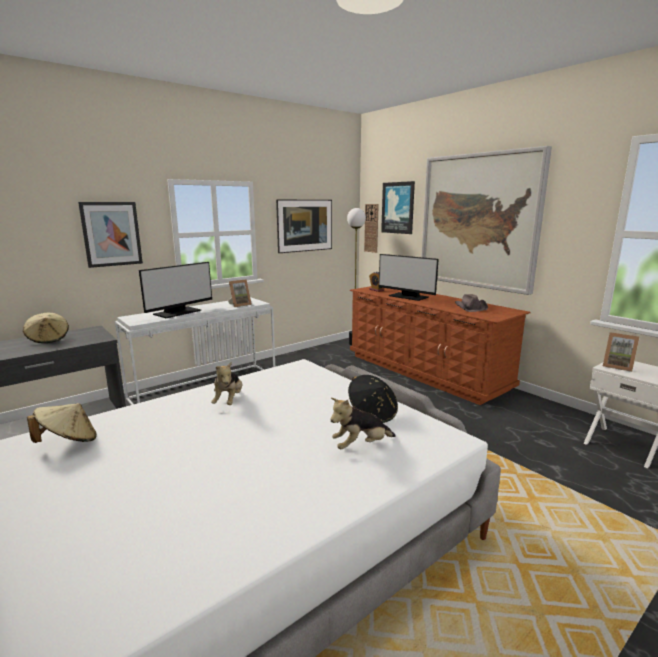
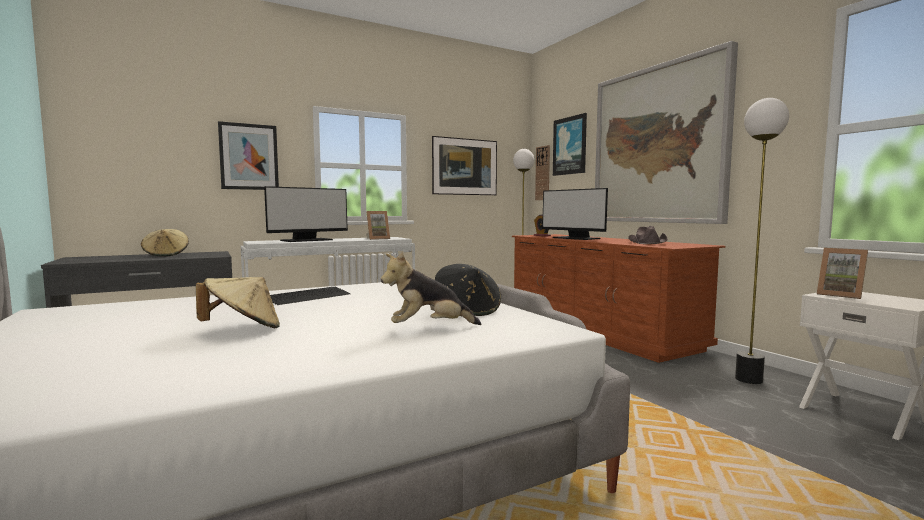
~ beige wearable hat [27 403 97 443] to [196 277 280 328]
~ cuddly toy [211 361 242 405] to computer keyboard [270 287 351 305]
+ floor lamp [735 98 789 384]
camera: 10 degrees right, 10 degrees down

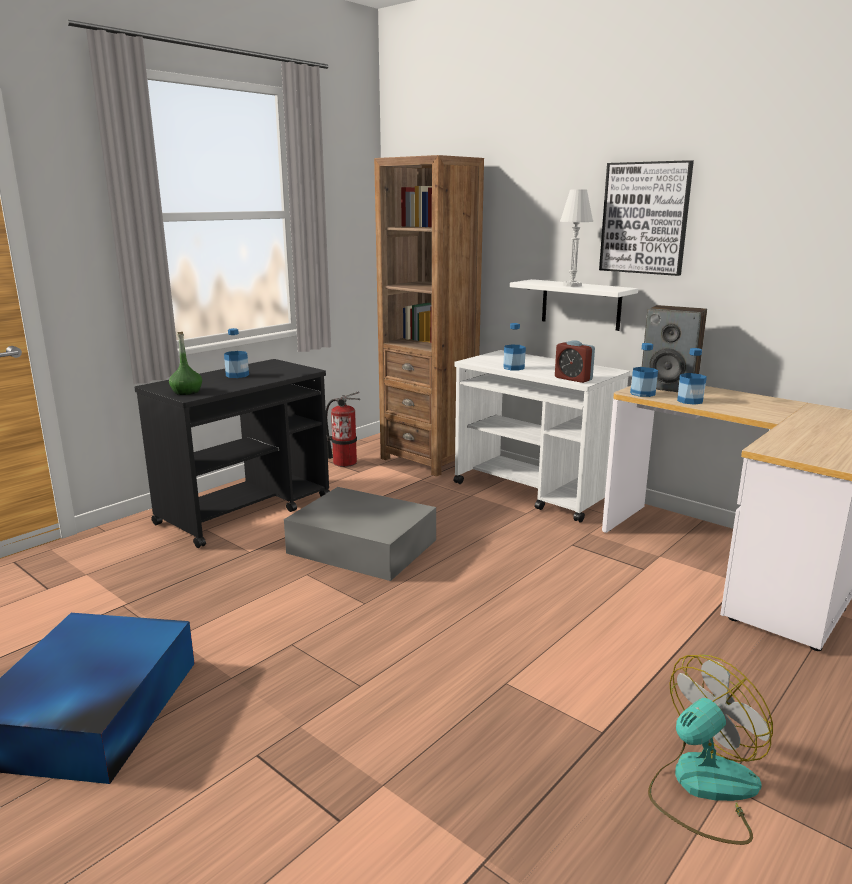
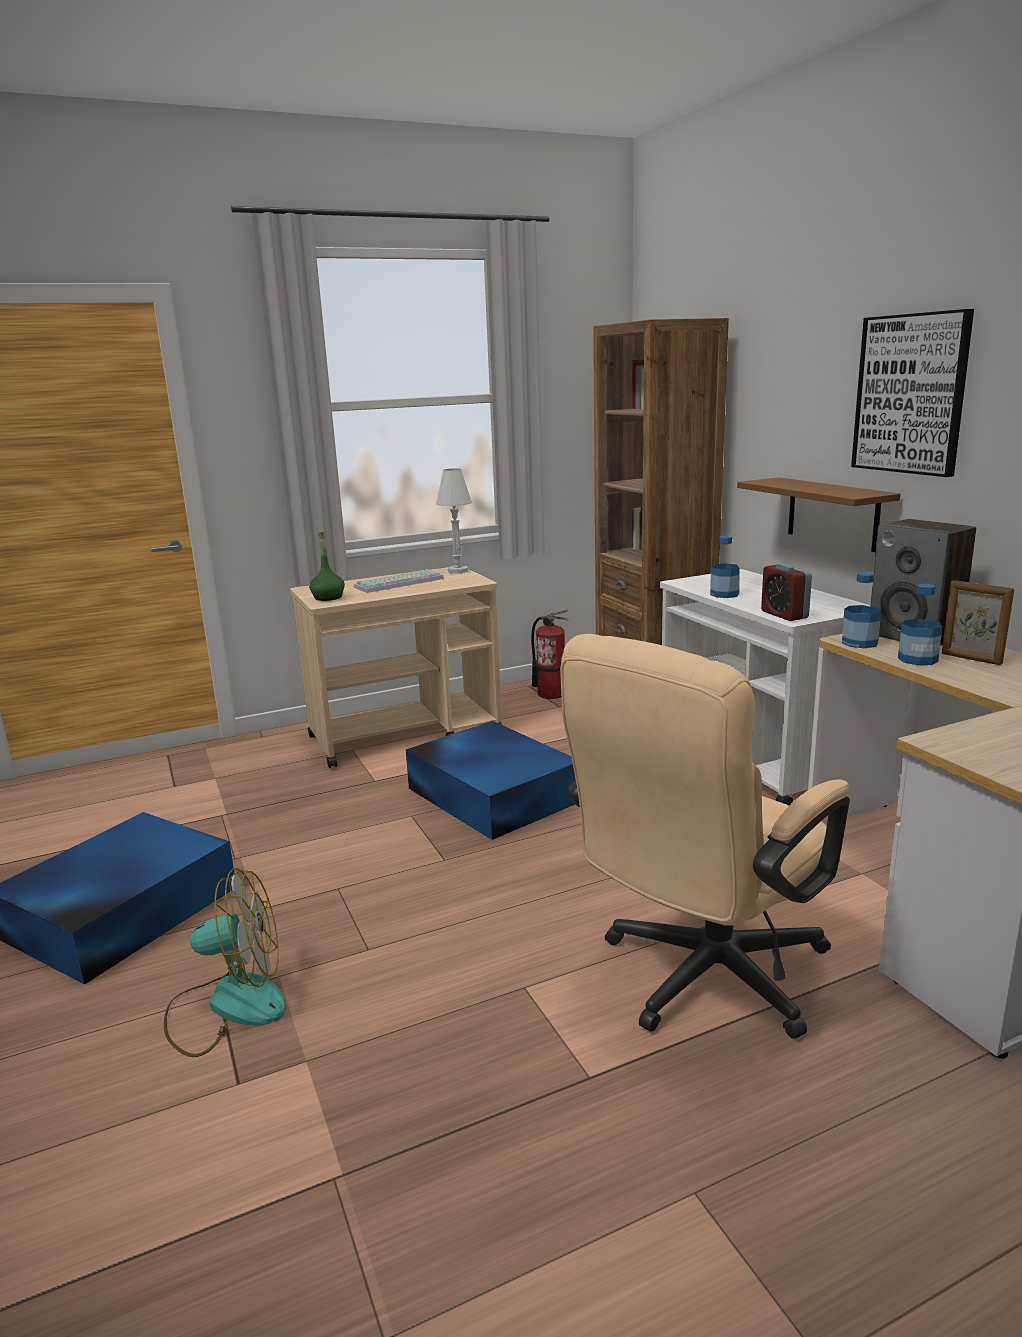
~ black-coloured wheeled cart [134 359 330 548] to beige wheeled cart [290 567 502 768]
~ bottle [224 328 249 378] to computer keyboard [354 569 444 593]
~ grey storage box [284 487 436 581] to bluish storage box [406 721 576 840]
~ whitish bracket shelf [510 279 638 331] to brown bracket shelf [737 477 901 552]
~ whitish lamp for a table [560 190 593 287] to [436 468 472 574]
~ fan [648 655 773 845] to [164 868 286 1057]
+ beige desk chair [560 634 850 1039]
+ picture frame [942 580 1014 665]
camera: 25 degrees right, 0 degrees up

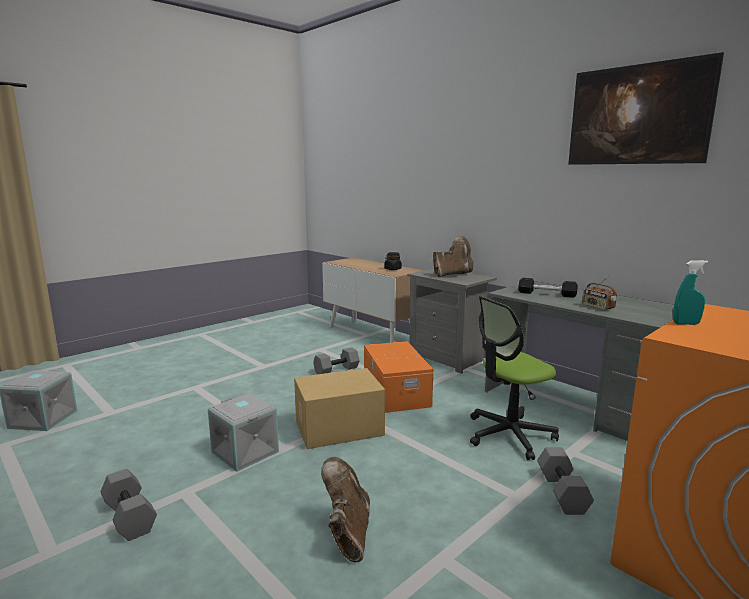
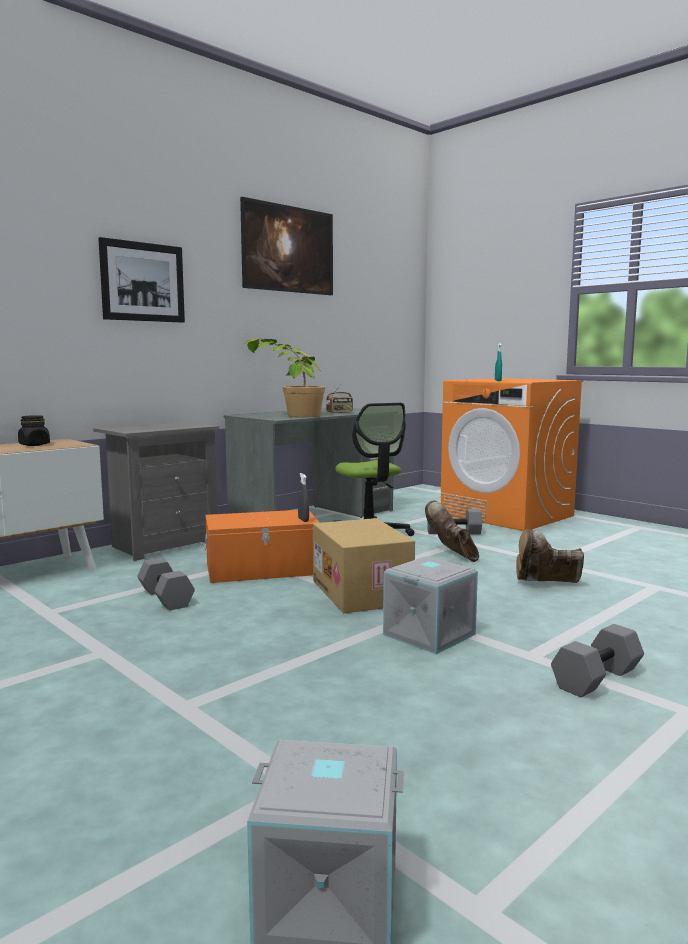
~ brown tall boot [433 236 473 277] to [425 500 479 562]
~ black-coloured hand weight [519 278 578 298] to plant in a pot [245 338 325 417]
+ picture [98 237 185 323]
+ grey sprayer [298 473 309 522]
camera: 90 degrees left, 5 degrees down

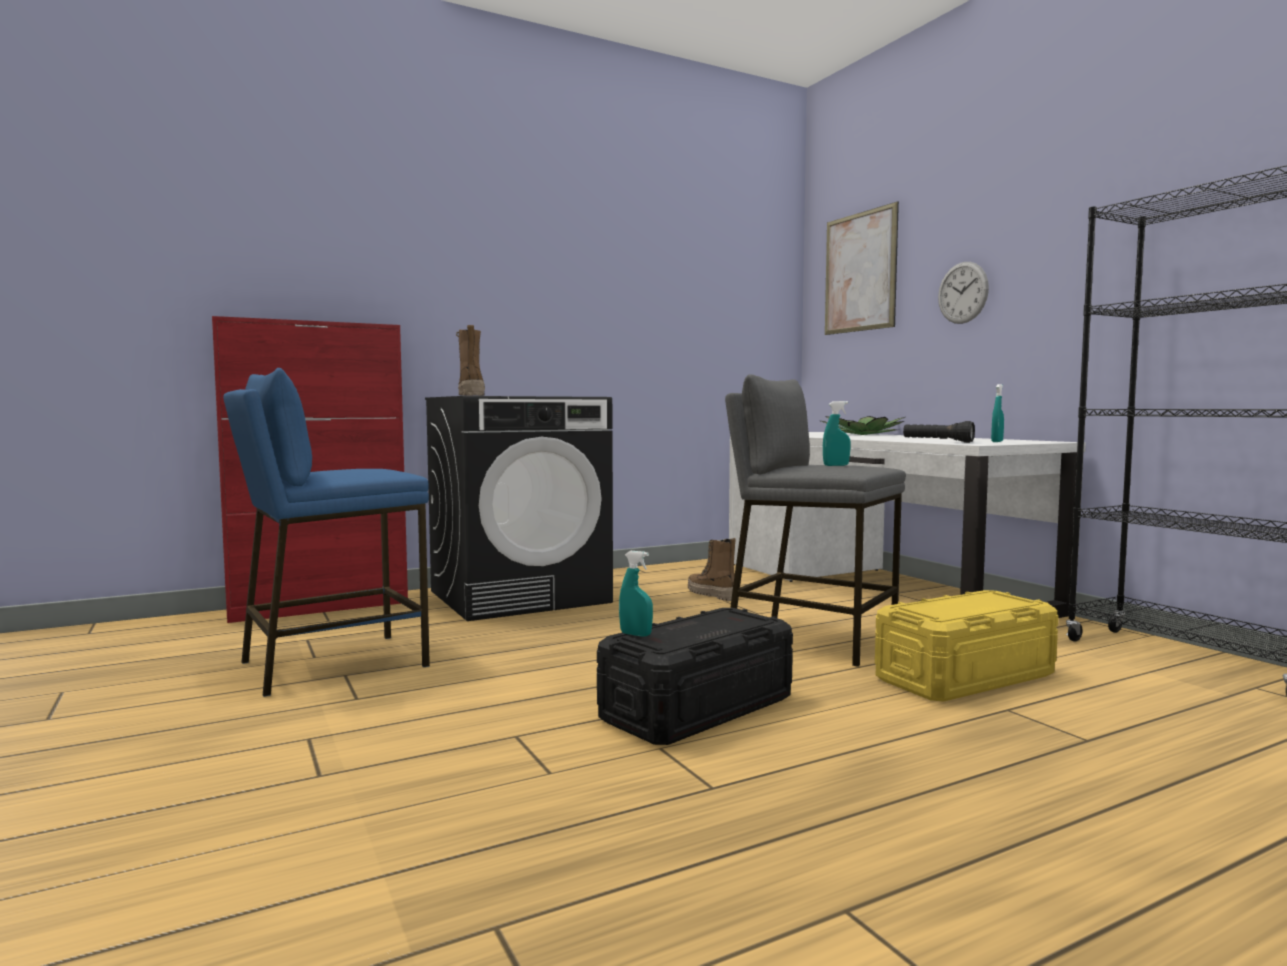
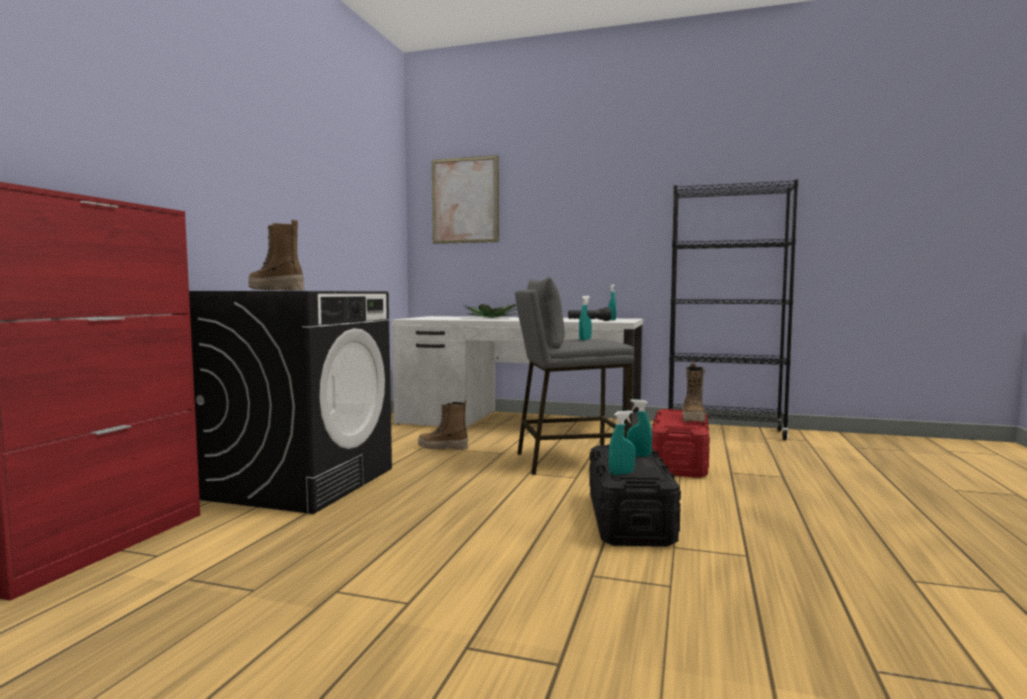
- bluish sitting stool [223 368 430 697]
~ yellow storage box [875 590 1059 702] to reddish storage box [652 409 710 478]
- wall clock [938 262 989 324]
+ blue-green sprayer [626 399 652 457]
+ tall boot [682 363 706 422]
camera: 45 degrees left, 0 degrees up

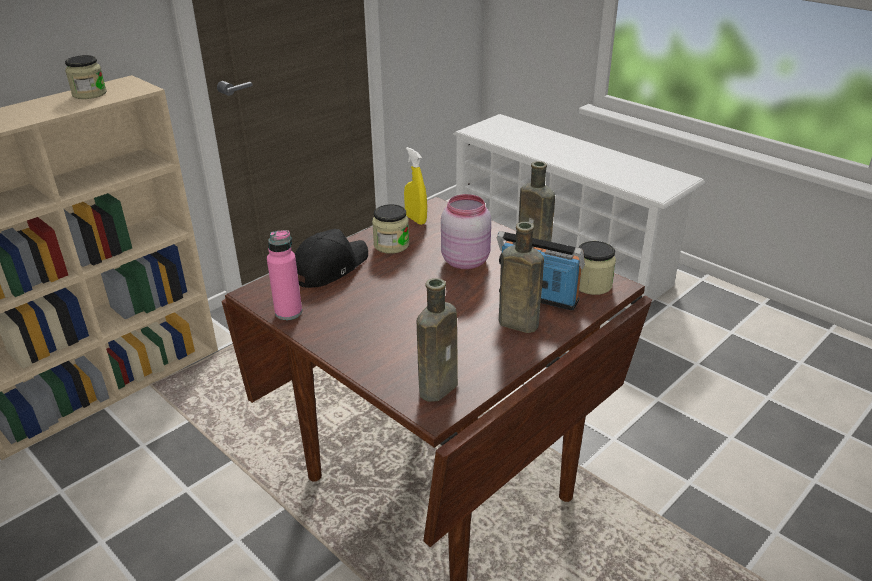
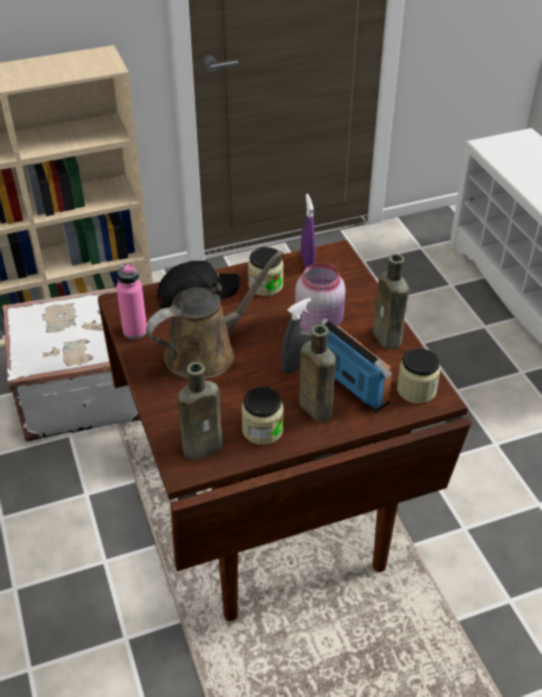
~ jar [65 55 107 99] to [242 387 284 445]
~ yellow sprayer [404 147 427 225] to purple-coloured sprayer [301 194 316 269]
+ whitish travel case [2 287 141 442]
+ brown sprinkling can [146 251 284 378]
+ grey sprayer [281 298 312 374]
camera: 25 degrees right, 10 degrees up

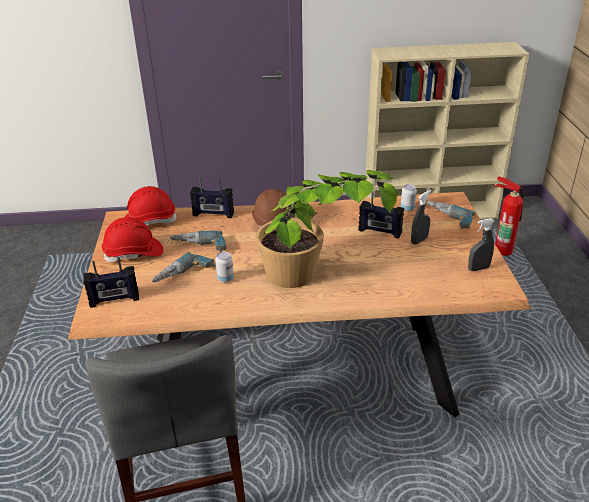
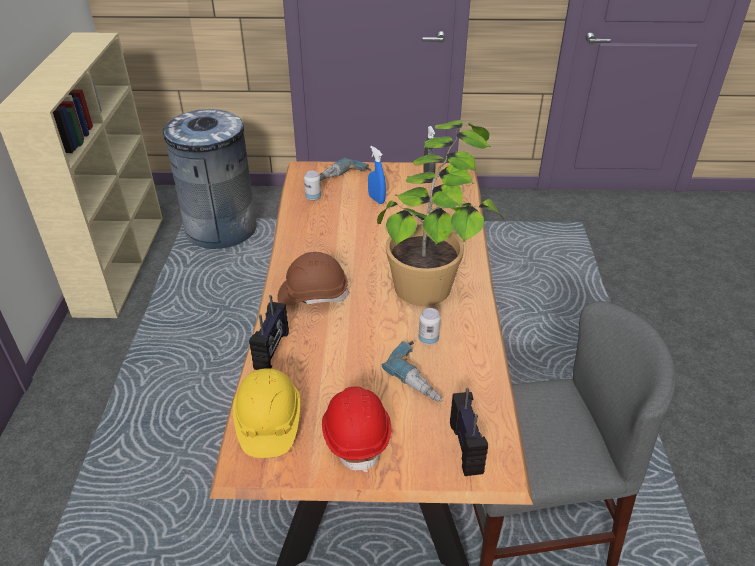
~ reddish safety helmet [125 186 178 226] to yellow safety helmet [233 368 300 458]
- power drill [170 231 227 252]
- radio receiver [358 191 404 239]
~ grey sprayer [411 190 431 245] to bluish sprayer [368 146 386 204]
~ fire extinguisher [495 176 523 256] to grey trash can [159 109 257 249]
camera: 85 degrees left, 5 degrees up

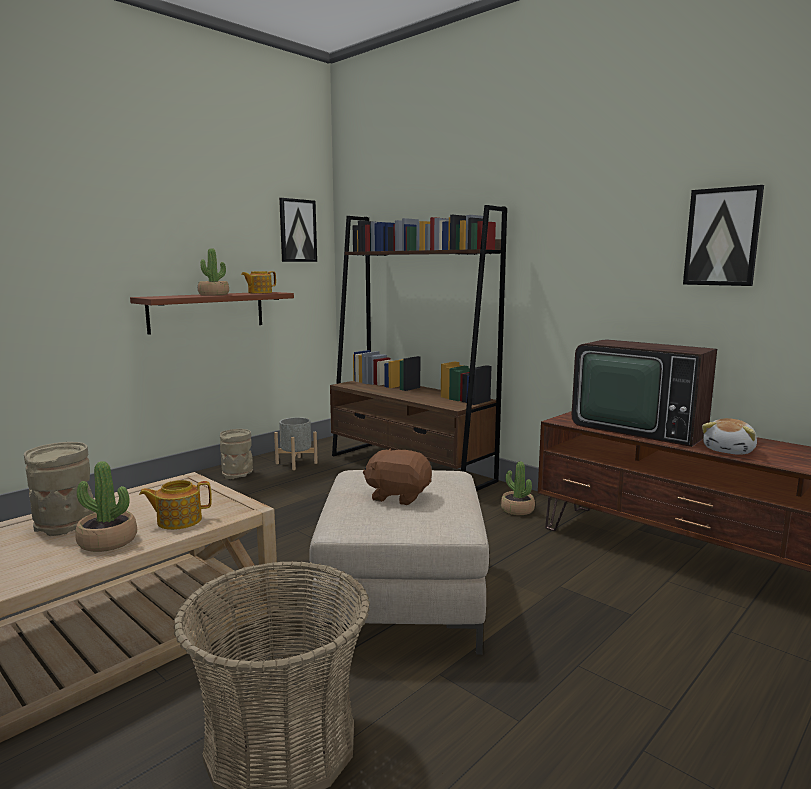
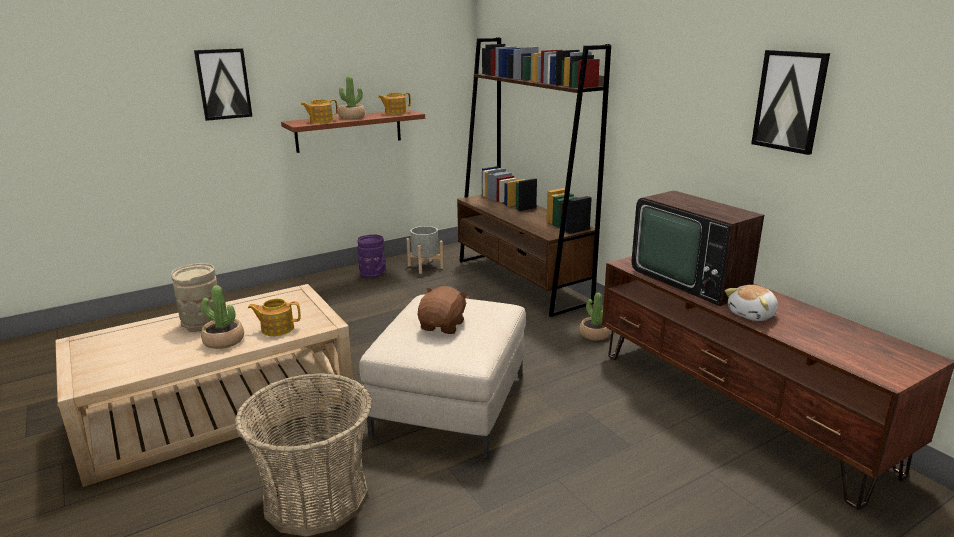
~ beige decorative vase [220 429 253 479] to purple-coloured decorative vase [358 234 386 278]
~ picture [279 198 317 262] to [194 48 253 121]
~ brown cuddly toy [363 448 432 505] = [418 286 468 334] 75 degrees clockwise
+ teapot [301 99 338 123]
camera: 15 degrees right, 10 degrees up

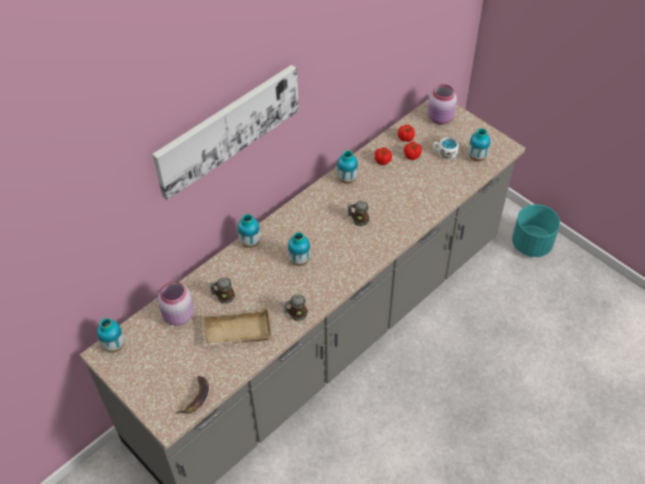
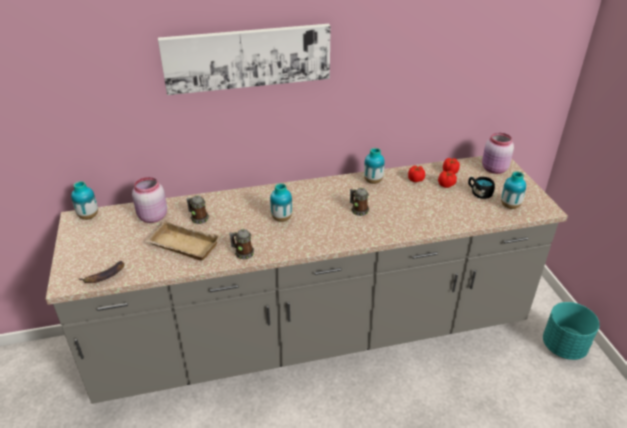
- decorative vase [238 214 260 248]
~ whitish mug [432 137 459 159] to black-coloured mug [468 177 495 199]
camera: 30 degrees right, 15 degrees down

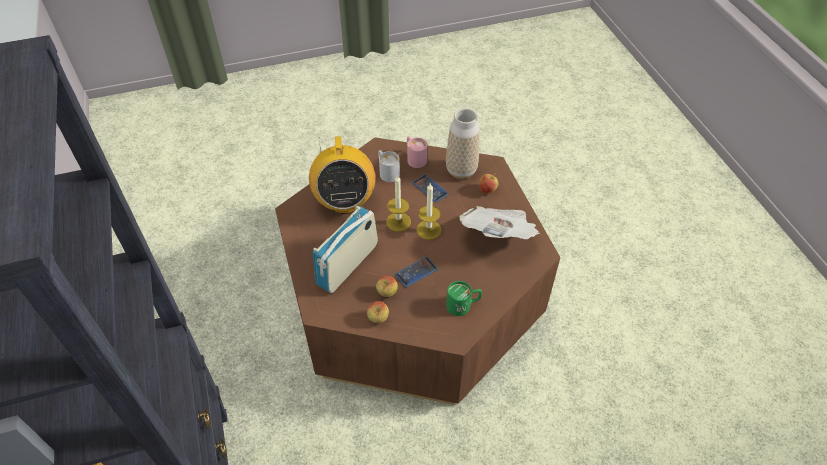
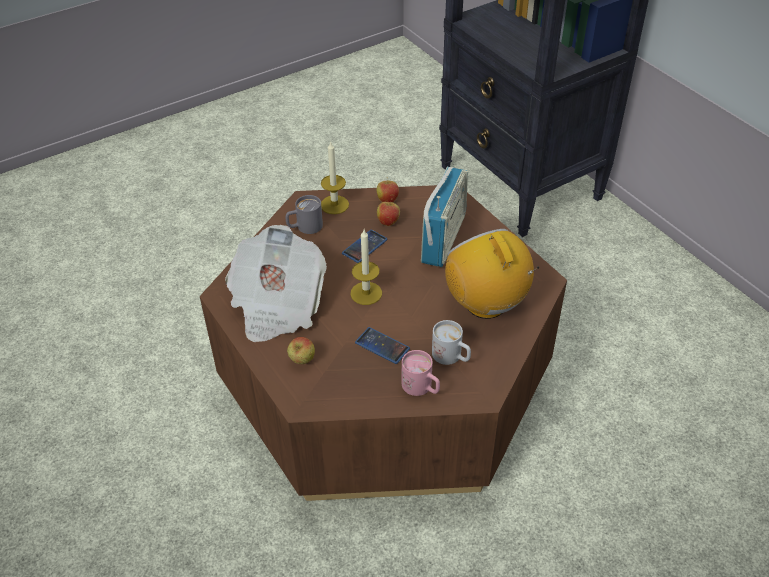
~ wax candle [386 174 411 231] to [321 141 349 214]
- decorative vase [446 108 480 179]
~ green-coloured mug [447 281 482 316] to grey mug [286 195 323 234]
camera: 165 degrees right, 5 degrees down

